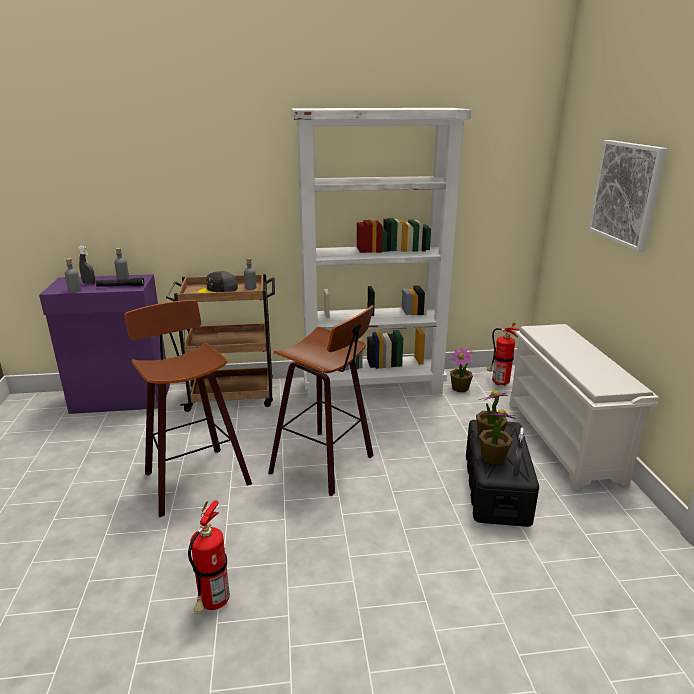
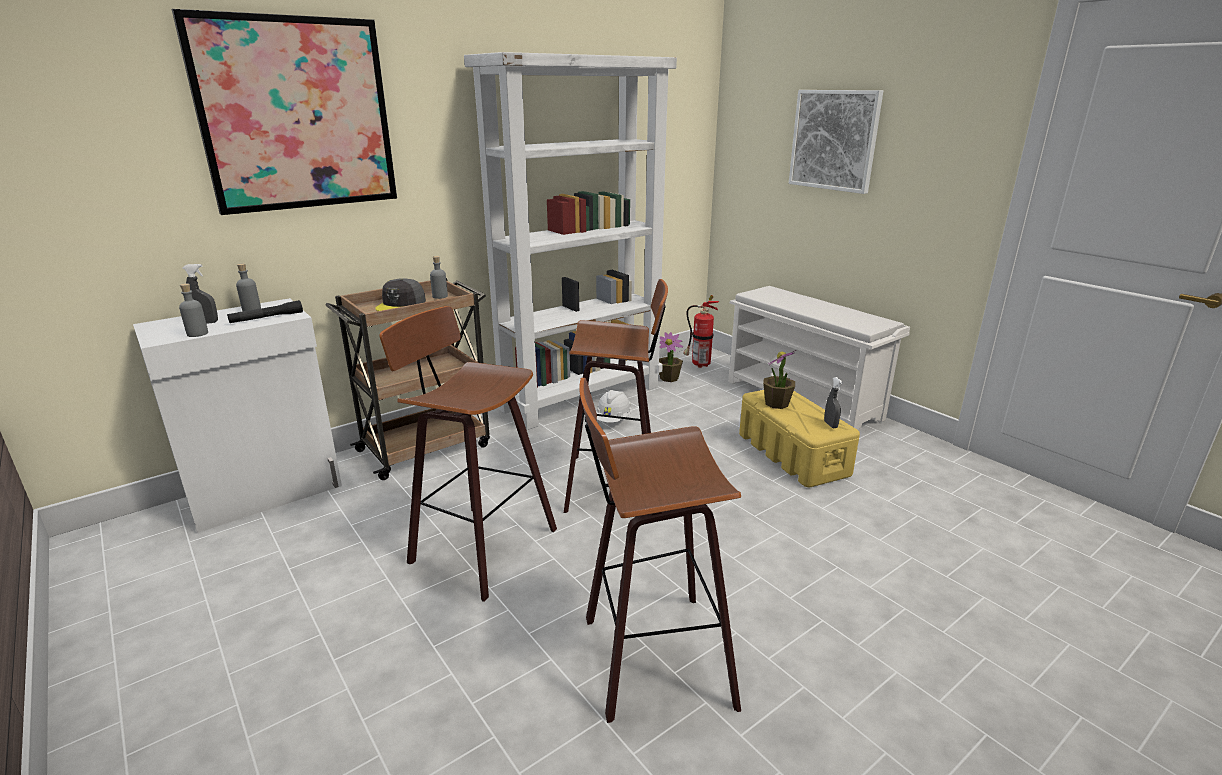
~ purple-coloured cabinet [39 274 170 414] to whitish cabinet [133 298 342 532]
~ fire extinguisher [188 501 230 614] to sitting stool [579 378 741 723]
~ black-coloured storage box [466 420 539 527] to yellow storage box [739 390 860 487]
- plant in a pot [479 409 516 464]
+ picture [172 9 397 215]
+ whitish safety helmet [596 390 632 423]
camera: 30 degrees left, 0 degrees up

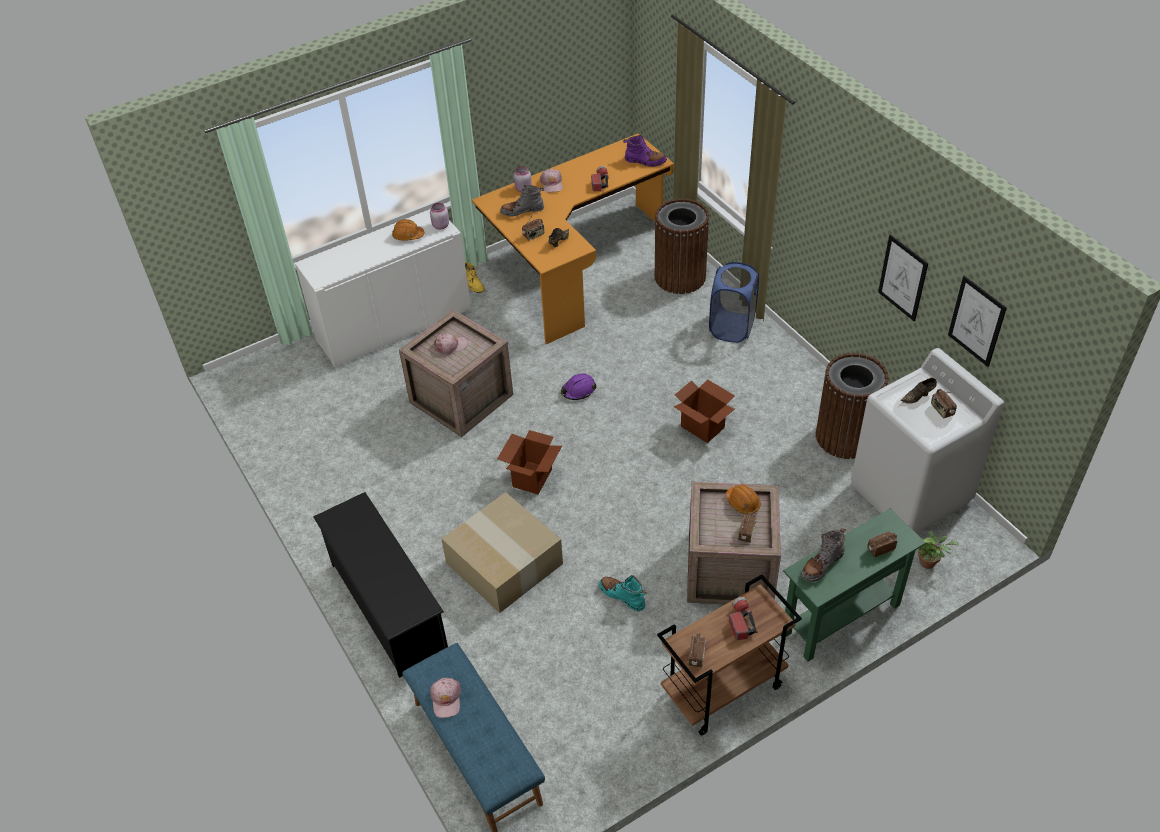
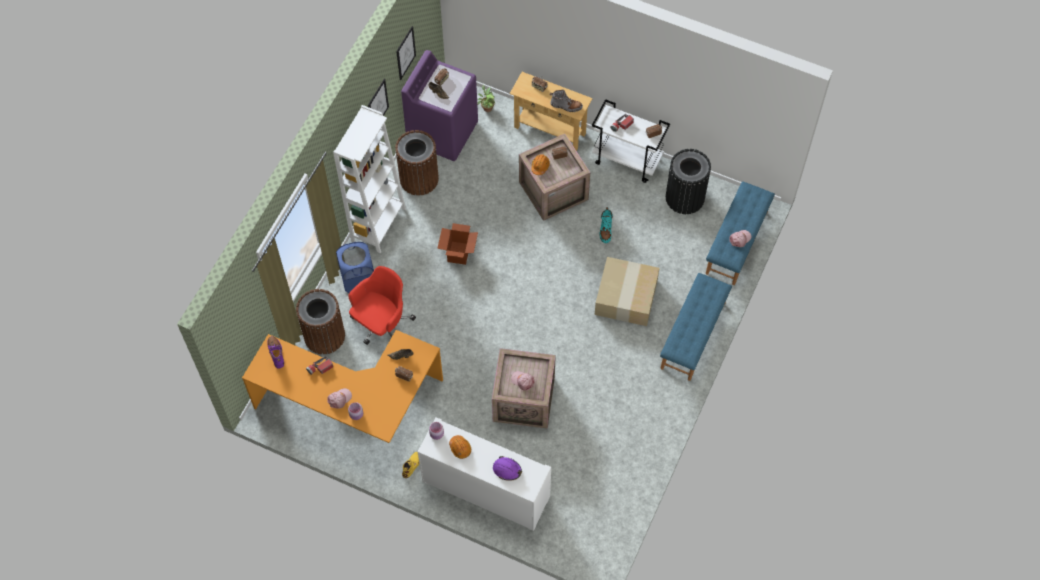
~ black-coloured shoe stand [313 492 448 678] to bluish indoor bench [660 273 732 381]
- carton [497 430 562 494]
- grey tall boot [500 184 544 216]
~ purple-coloured safety helmet [561 373 596 400] to [493 456 522 481]
~ brown wheeled cart [657 574 802 736] to whitish wheeled cart [592 99 670 183]
~ green-coloured console table [783 509 926 662] to beige console table [510 72 592 151]
~ whitish laundry appliance [851 348 1004 533] to purple-coloured laundry appliance [401 50 478 161]
+ whitish shelving unit [333 105 406 253]
+ reddish desk chair [348 266 416 345]
+ black-coloured trash can [666 149 711 214]
camera: 125 degrees left, 15 degrees up

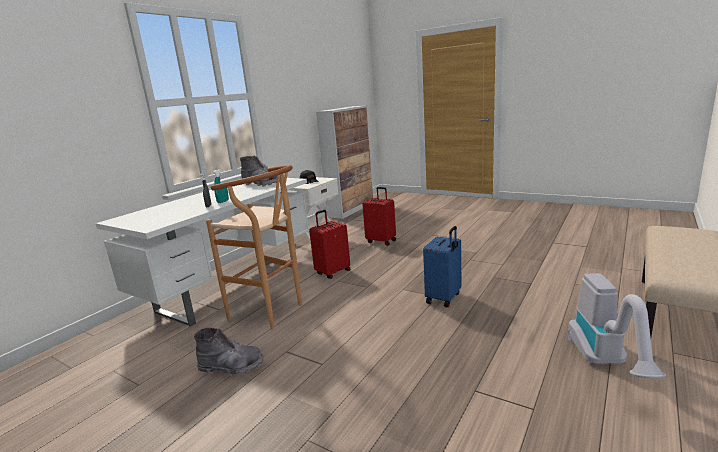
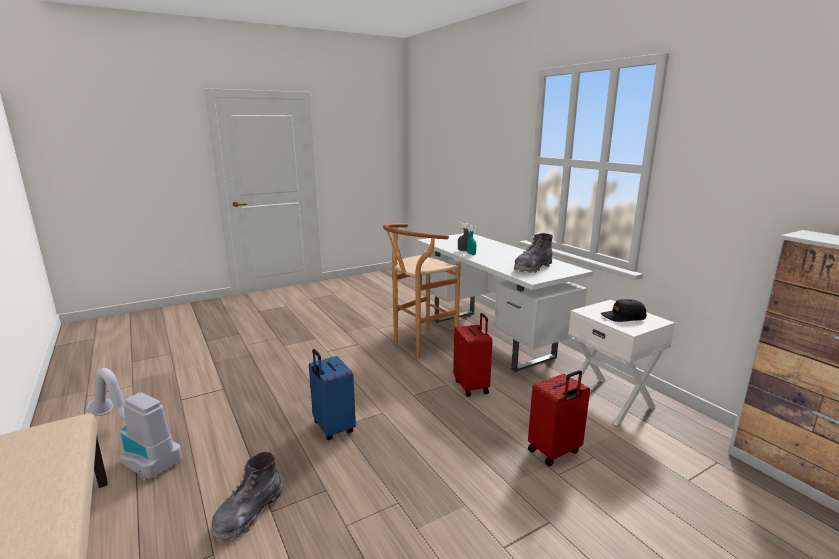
~ grey tall boot [194 328 264 376] to [211 452 283 542]
camera: 115 degrees right, 0 degrees up

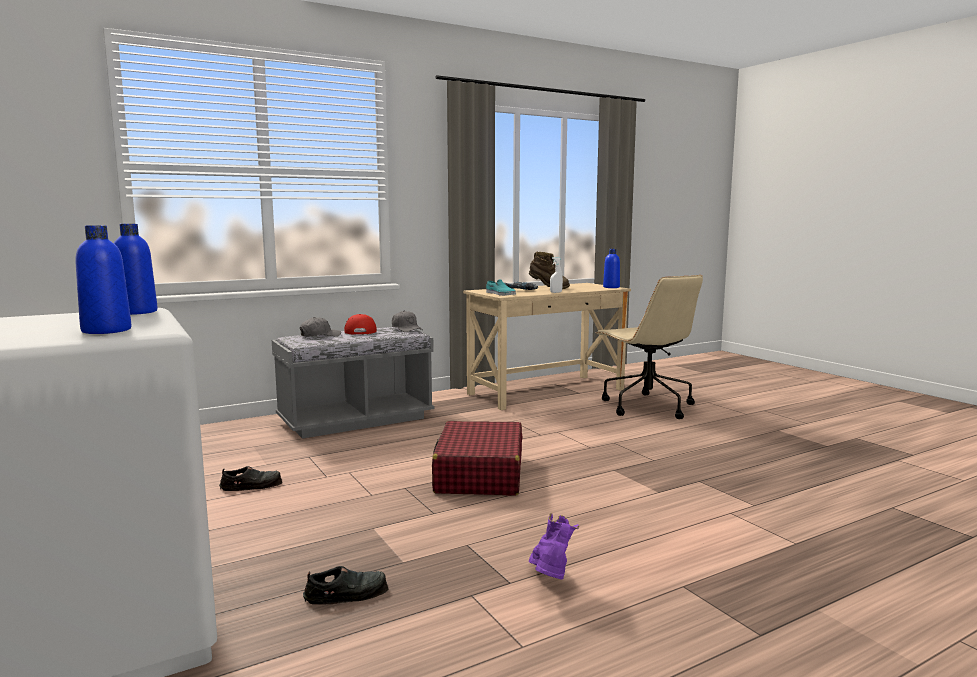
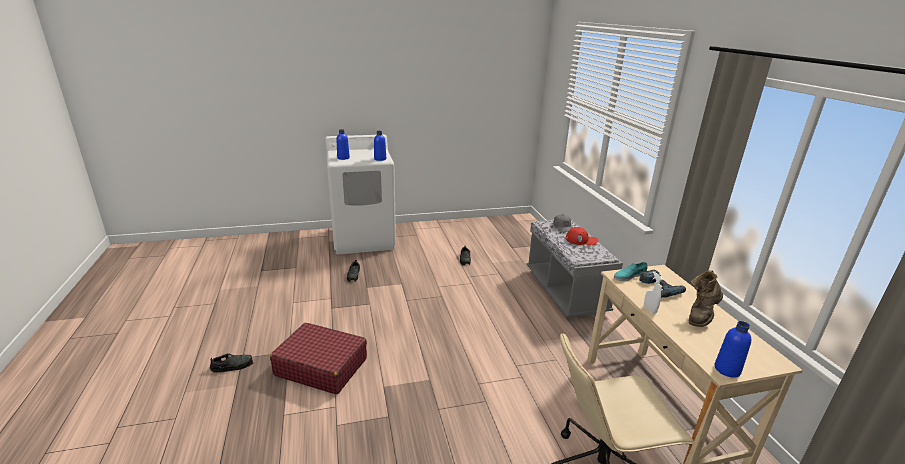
- grey cap [392 311 423 332]
~ reddish travel case [432 421 523 495] to [270 323 367 394]
- purple-coloured tall boot [529 513 579 579]
+ black-coloured item of footwear [210 353 253 372]
camera: 105 degrees right, 15 degrees up

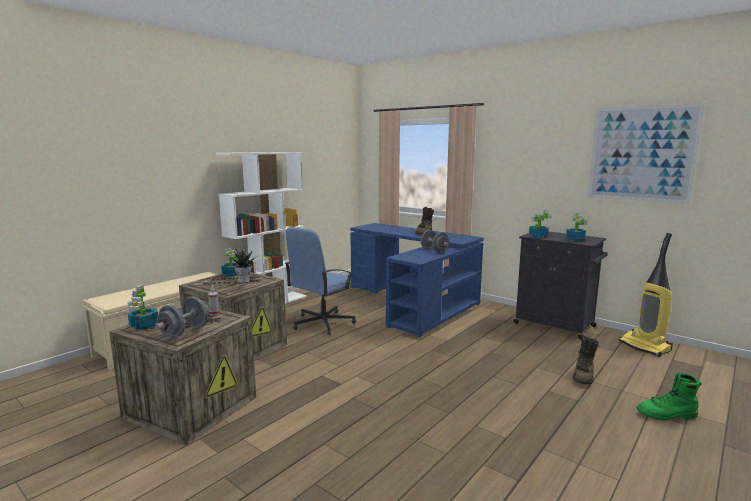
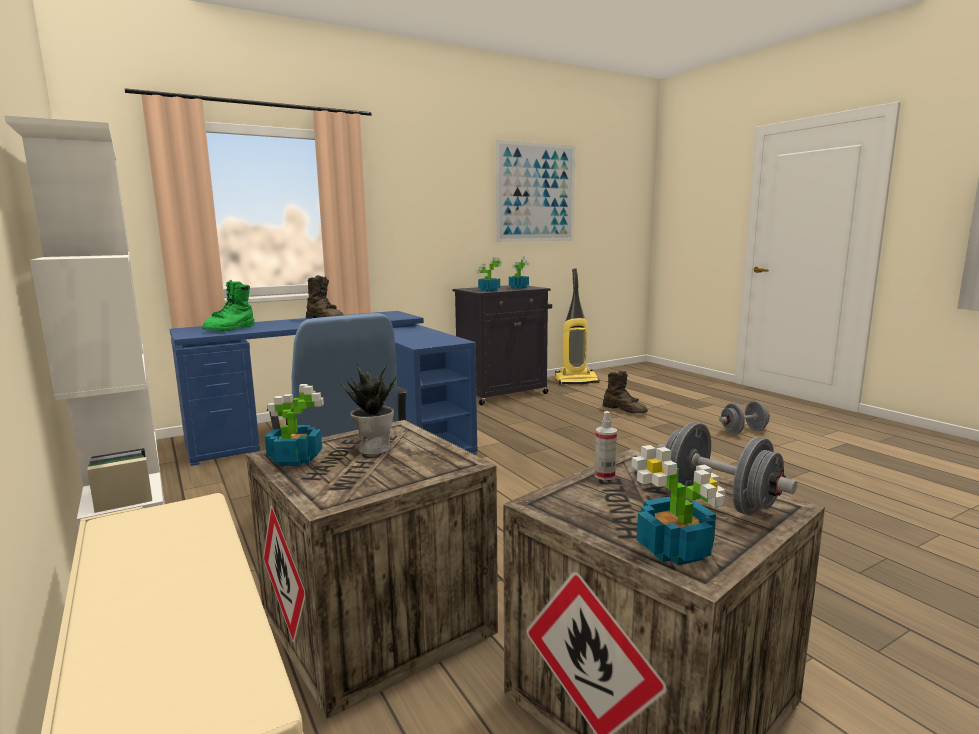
~ grey hand weight [421 230 449 253] to [719 401 770 434]
~ green-coloured tall boot [637 373 702 421] to [202 280 255 331]
camera: 70 degrees left, 0 degrees up

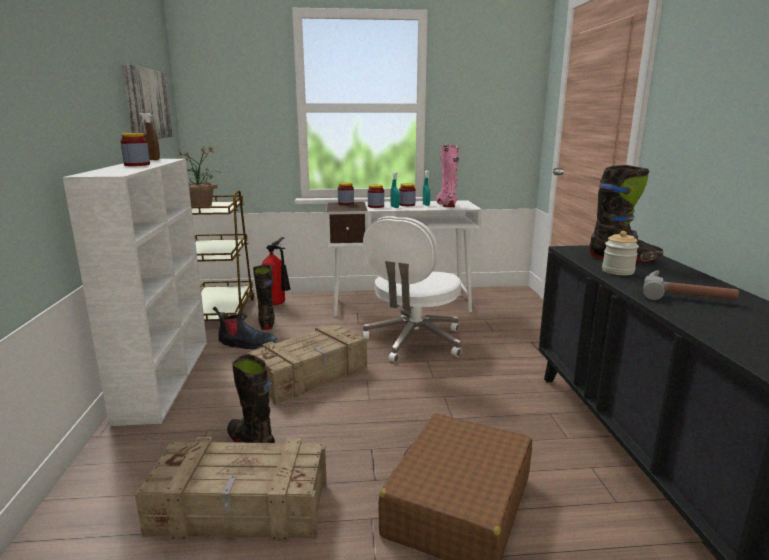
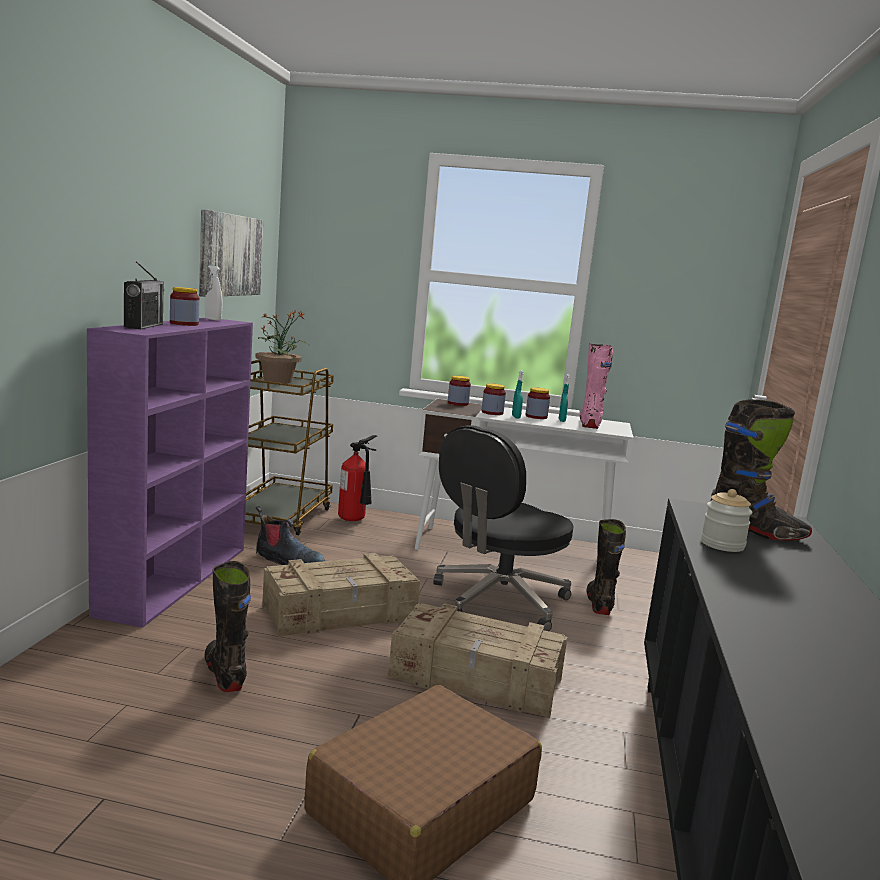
~ whitish shelving unit [63 159 207 426] to purple-coloured shelving unit [87 318 253 628]
~ crate [135 437 327 541] to [388 603 567 719]
~ brown sprayer [139 113 160 160] to whitish sprayer [205 265 222 321]
~ black-coloured tall boot [253 265 275 330] to [586 519 626 615]
~ whitish desk chair [363 216 461 363] to black-coloured desk chair [433 425 574 631]
- hand hammer [643 271 739 300]
+ radio receiver [124 261 164 329]
camera: 15 degrees right, 5 degrees down

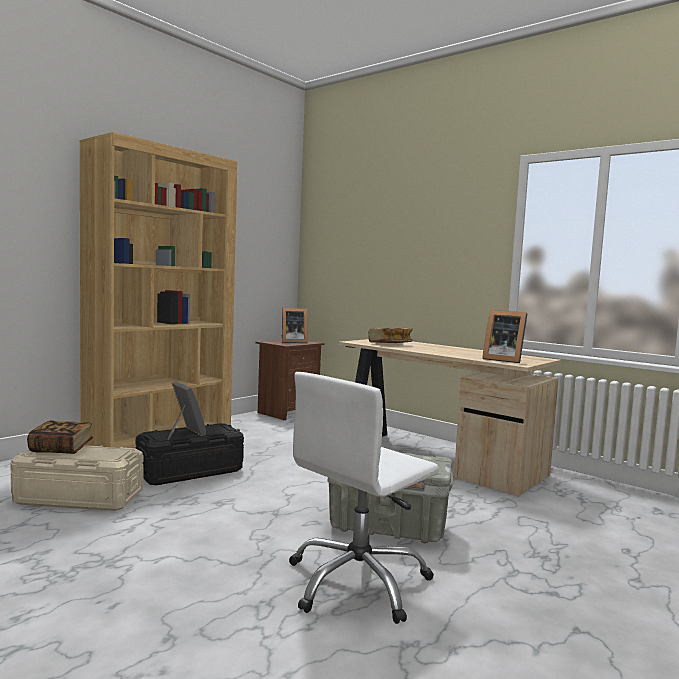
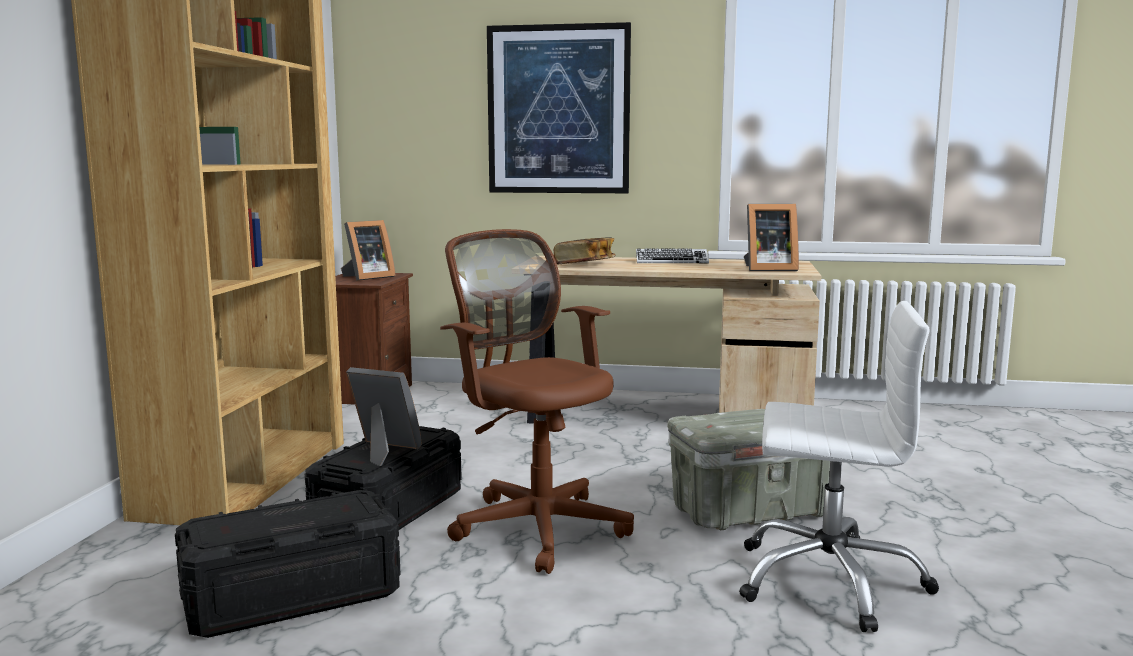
~ beige storage box [11 445 144 511] to black-coloured storage box [175 490 401 638]
- book [27 420 93 454]
~ whitish desk chair [289 372 439 624] = [739 301 939 632] 90 degrees counterclockwise
+ brown desk chair [440 229 634 574]
+ picture [487 22 631 193]
+ computer keyboard [636 248 709 263]
camera: 30 degrees left, 5 degrees up

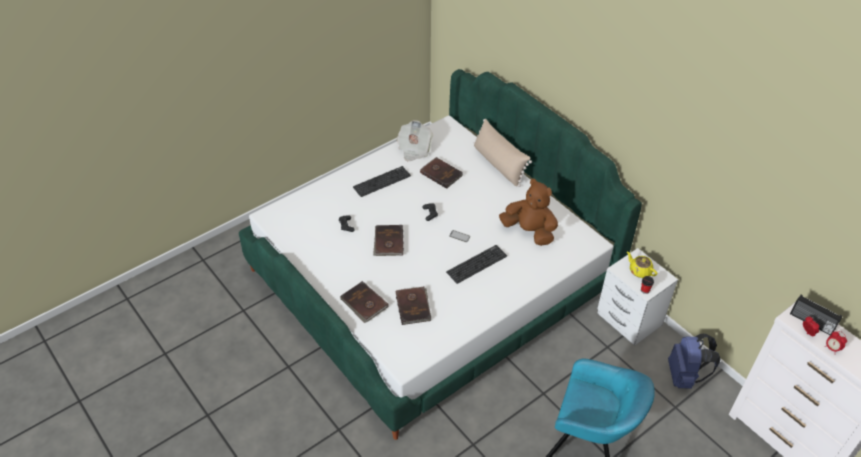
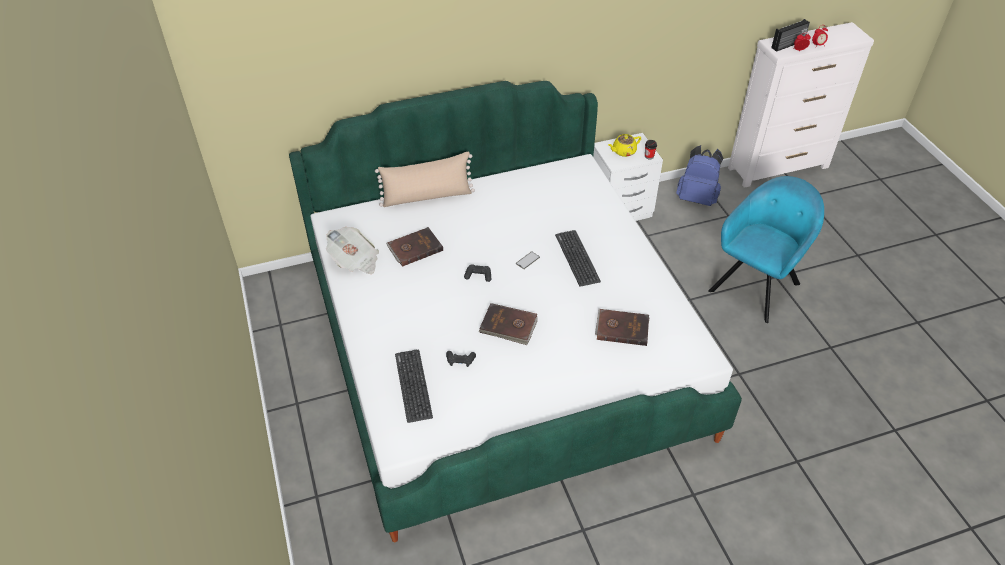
- brown book [340 281 389 323]
~ computer keyboard [353 166 411 197] to [395 349 433 423]
- brown cuddly toy [499 179 558 246]
camera: 70 degrees left, 0 degrees up

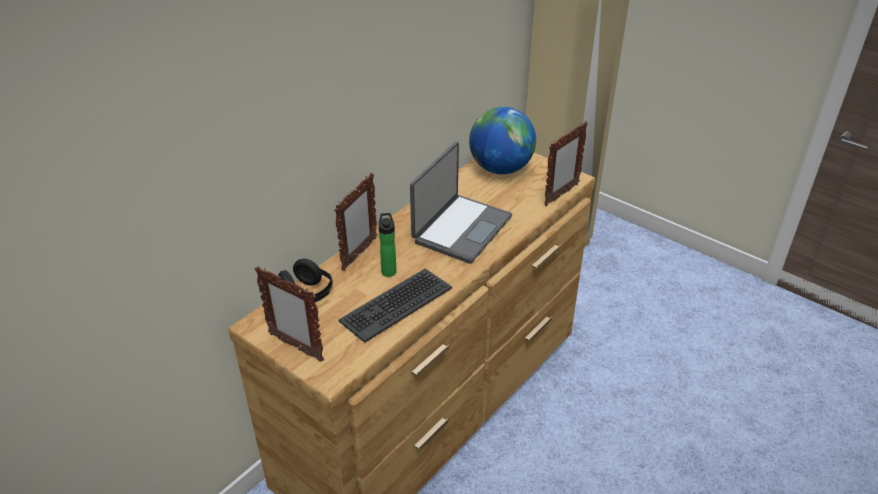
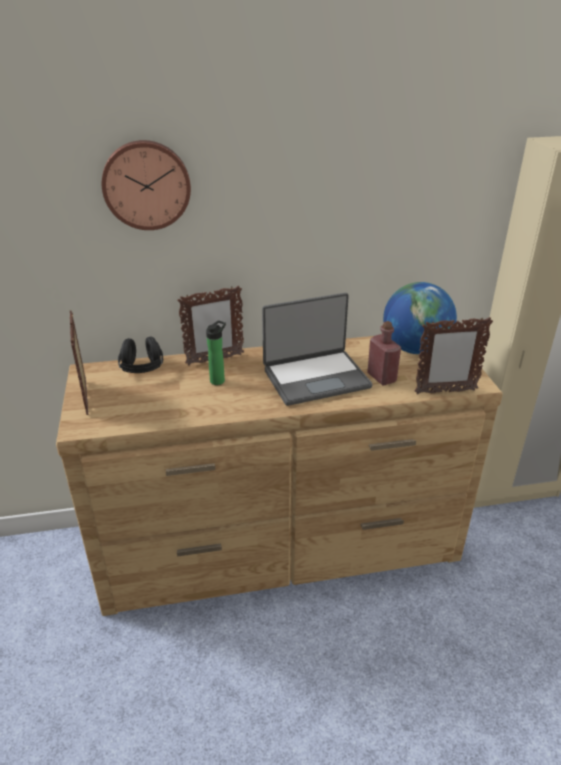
- computer keyboard [338 268 452 343]
+ wall clock [102 140 191 230]
+ reddish bottle [367 321 401 385]
camera: 40 degrees right, 5 degrees down

